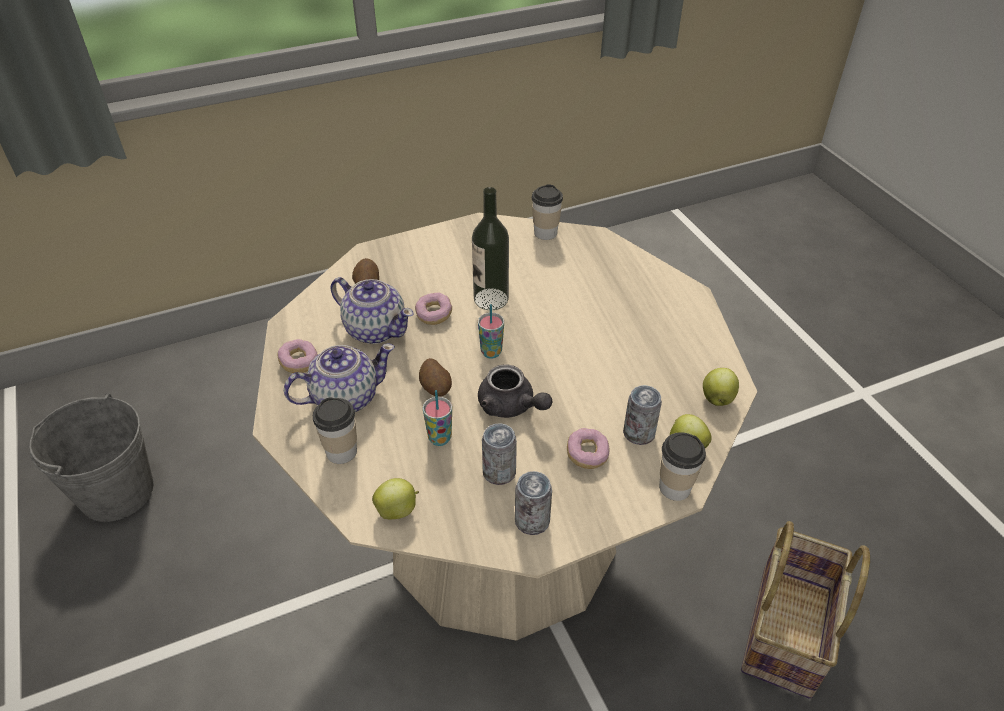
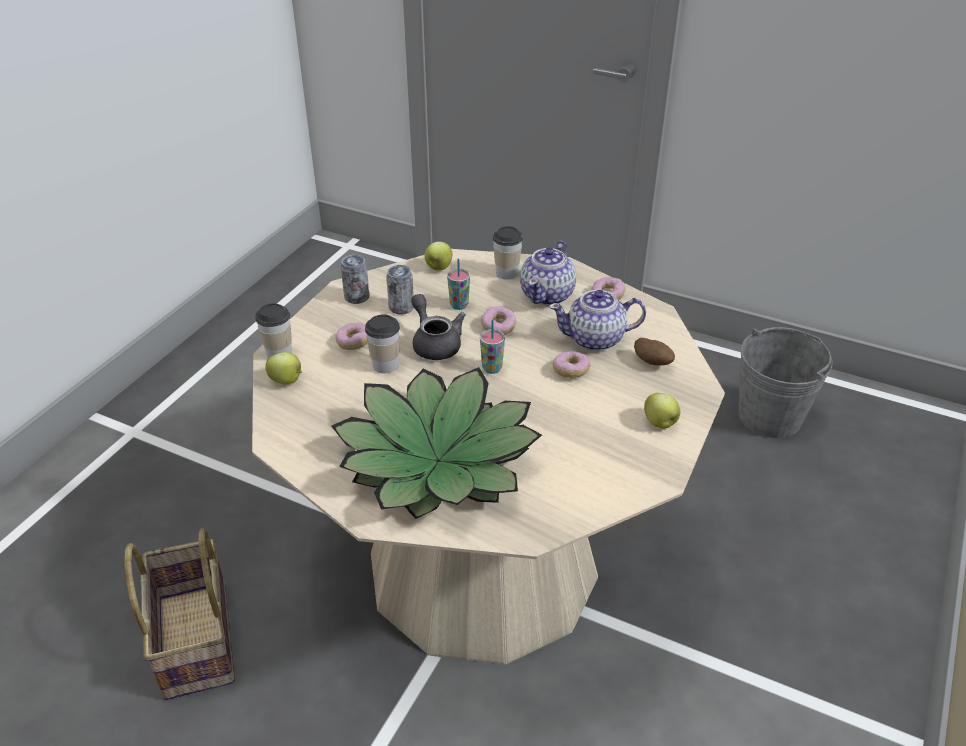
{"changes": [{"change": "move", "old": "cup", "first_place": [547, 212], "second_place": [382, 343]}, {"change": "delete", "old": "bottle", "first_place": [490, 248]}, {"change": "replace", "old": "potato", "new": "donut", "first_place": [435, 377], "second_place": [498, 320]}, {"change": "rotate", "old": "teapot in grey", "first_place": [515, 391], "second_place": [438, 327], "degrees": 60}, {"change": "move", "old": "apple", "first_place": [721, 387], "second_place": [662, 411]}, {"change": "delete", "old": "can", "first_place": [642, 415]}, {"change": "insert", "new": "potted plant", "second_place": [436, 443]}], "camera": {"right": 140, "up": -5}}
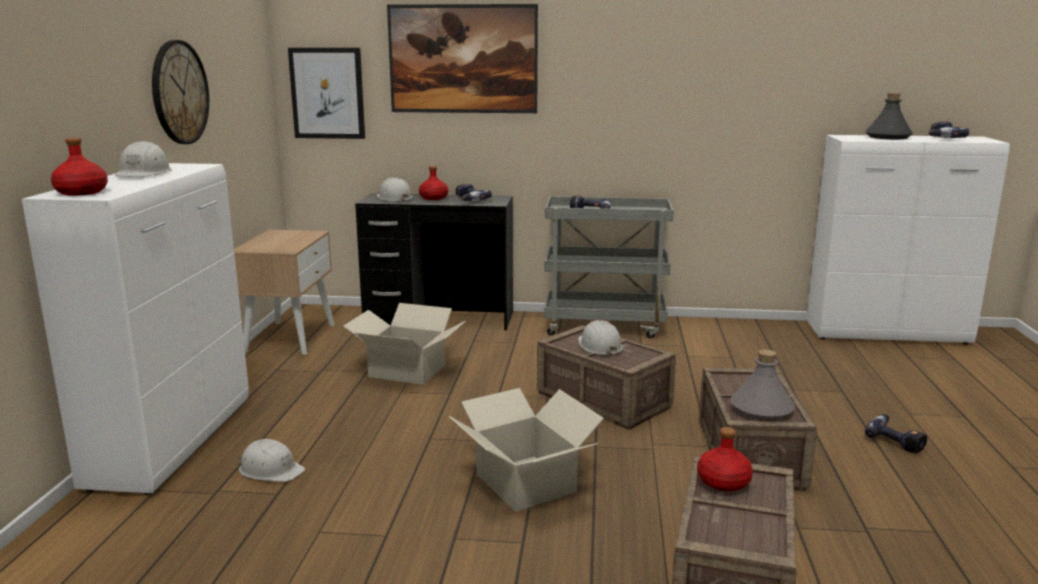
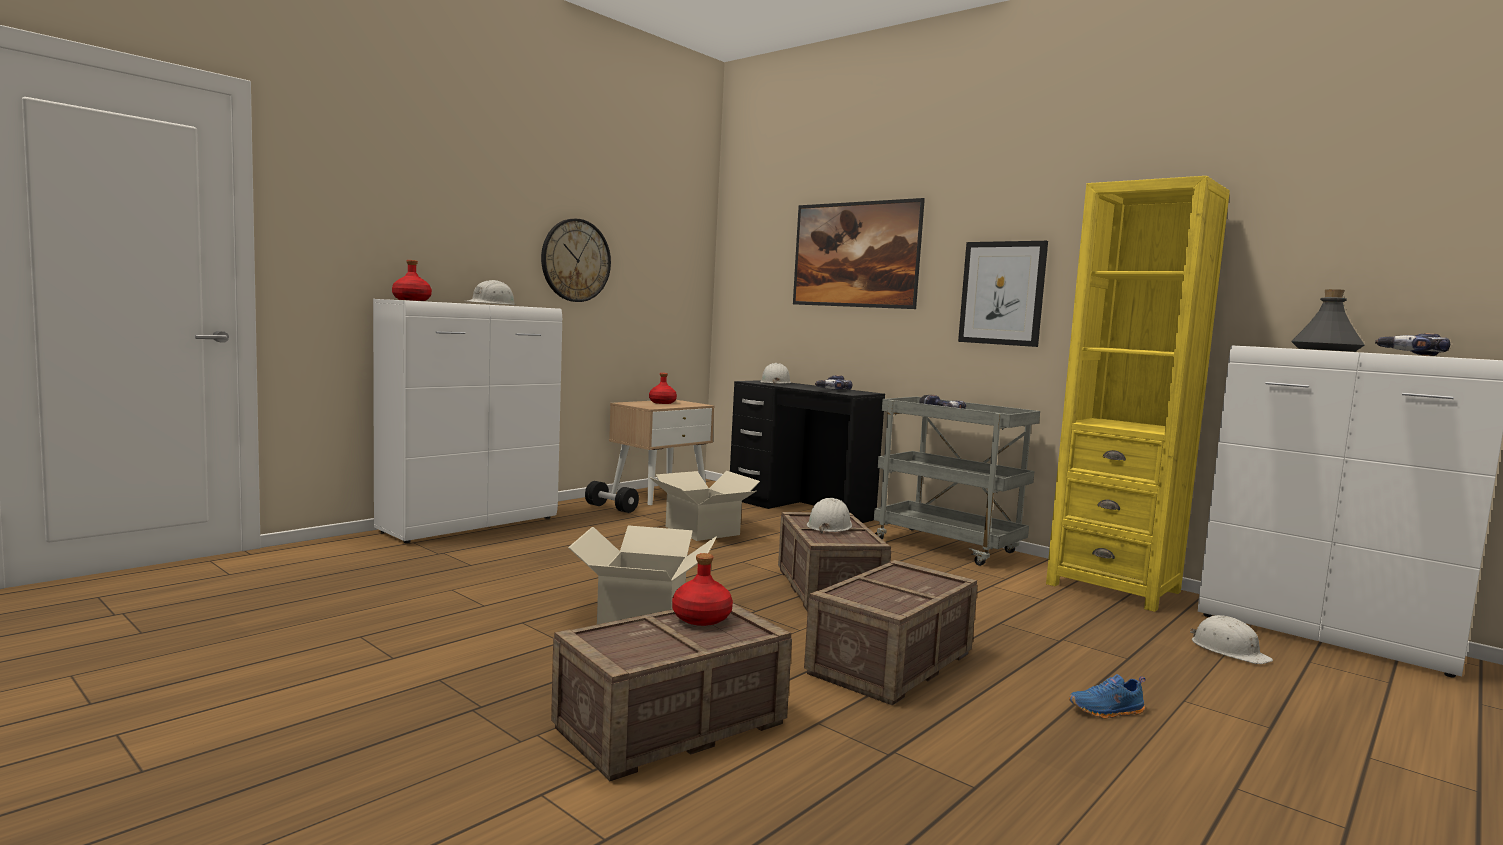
{"changes": [{"change": "move", "old": "picture", "first_place": [326, 93], "second_place": [1003, 294]}, {"change": "move", "old": "bottle in red", "first_place": [433, 183], "second_place": [663, 388]}, {"change": "delete", "old": "bottle in grey", "first_place": [763, 385]}, {"change": "replace", "old": "power drill", "new": "shoe in blue", "first_place": [896, 434], "second_place": [1107, 696]}, {"change": "move", "old": "hard hat in white", "first_place": [272, 460], "second_place": [1231, 639]}, {"change": "insert", "new": "bookcase in yellow", "second_place": [1138, 394]}, {"change": "insert", "new": "dumbbell in black", "second_place": [612, 497]}], "camera": {"right": 35, "up": -10}}
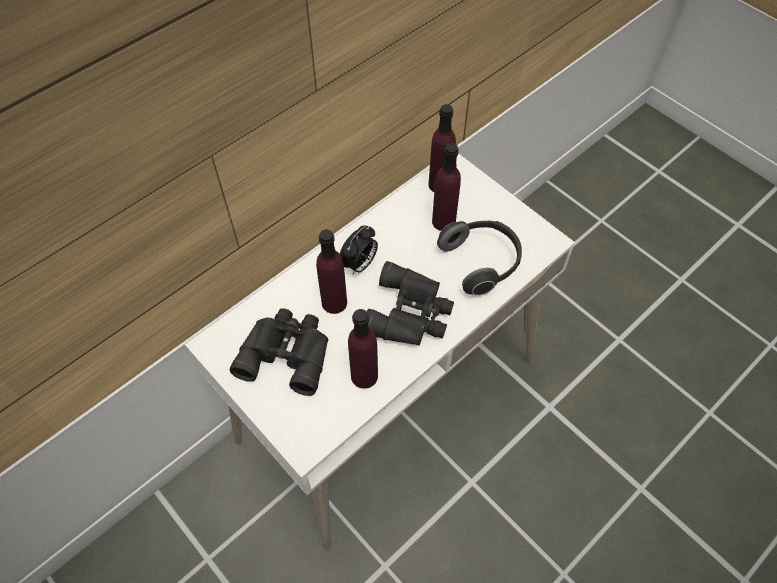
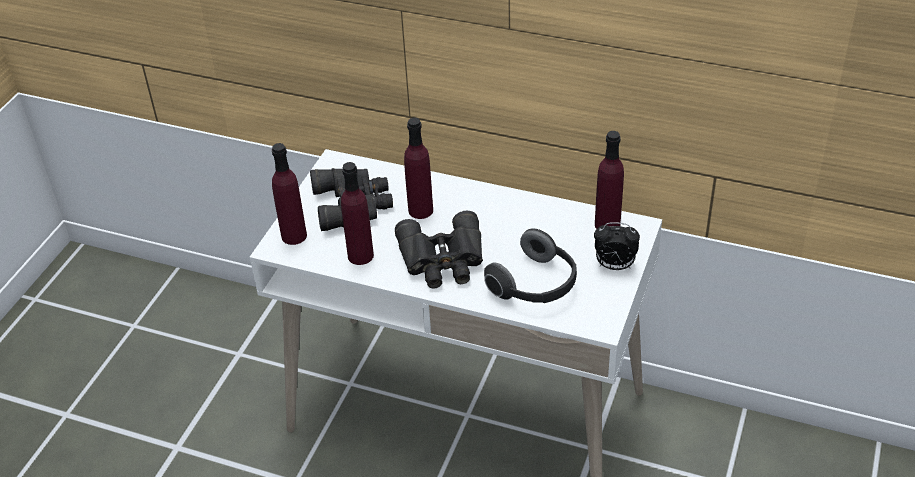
{"changes": [{"change": "move", "old": "bottle in purple", "first_place": [446, 187], "second_place": [289, 194]}, {"change": "move", "old": "alarm clock", "first_place": [359, 249], "second_place": [617, 246]}], "camera": {"right": 65, "up": -15}}
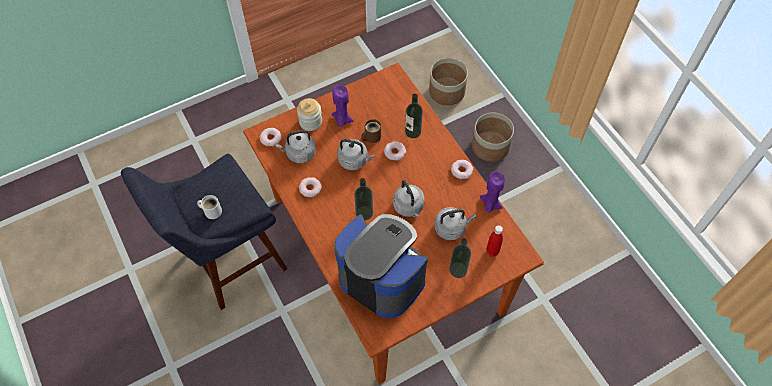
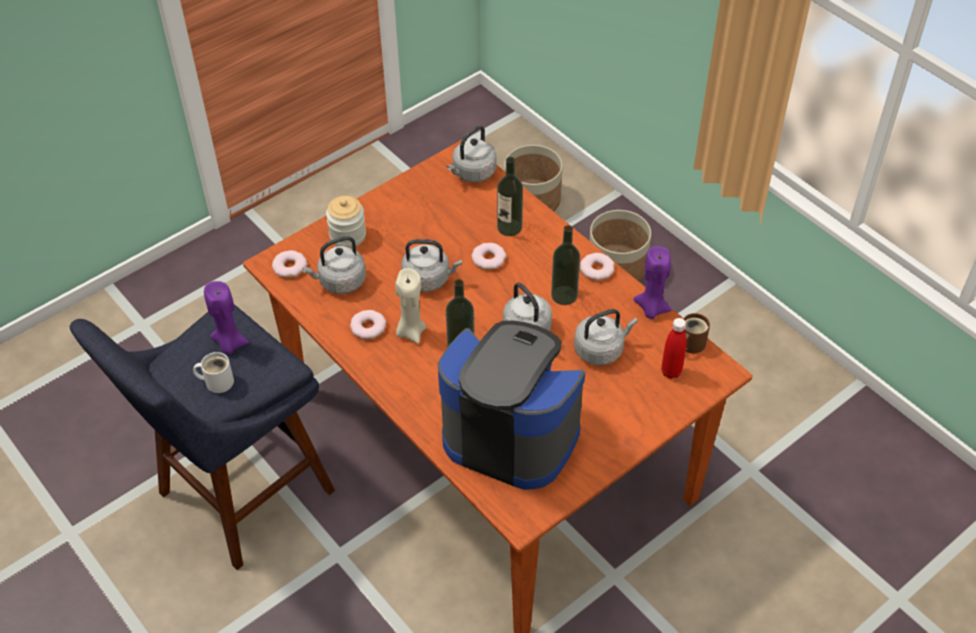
{"changes": [{"change": "move", "old": "candle in purple", "first_place": [343, 106], "second_place": [226, 317]}, {"change": "move", "old": "mug in brown", "first_place": [371, 131], "second_place": [696, 333]}, {"change": "move", "old": "bottle", "first_place": [460, 258], "second_place": [565, 265]}, {"change": "insert", "new": "kettle in grey", "second_place": [472, 153]}, {"change": "insert", "new": "candle in beige", "second_place": [410, 306]}], "camera": {"right": -10, "up": -10}}
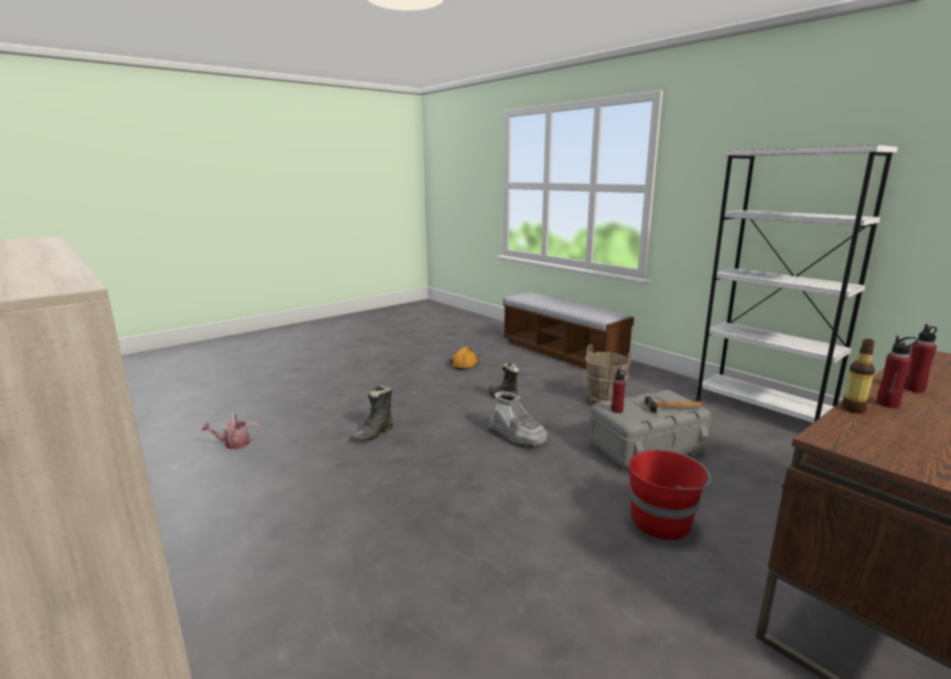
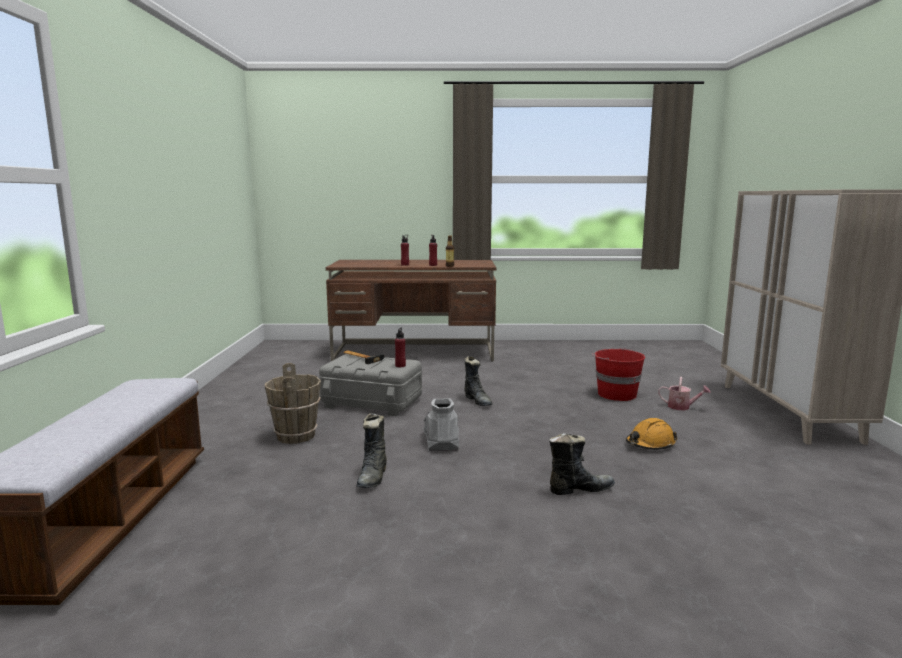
{"changes": [{"change": "delete", "old": "bookcase in white", "first_place": [796, 284]}, {"change": "move", "old": "hard hat in orange", "first_place": [464, 358], "second_place": [651, 434]}, {"change": "move", "old": "watering can", "first_place": [230, 430], "second_place": [684, 393]}, {"change": "move", "old": "bucket in red", "first_place": [670, 494], "second_place": [618, 375]}, {"change": "insert", "new": "boot in black", "second_place": [478, 381]}], "camera": {"right": -140, "up": -5}}
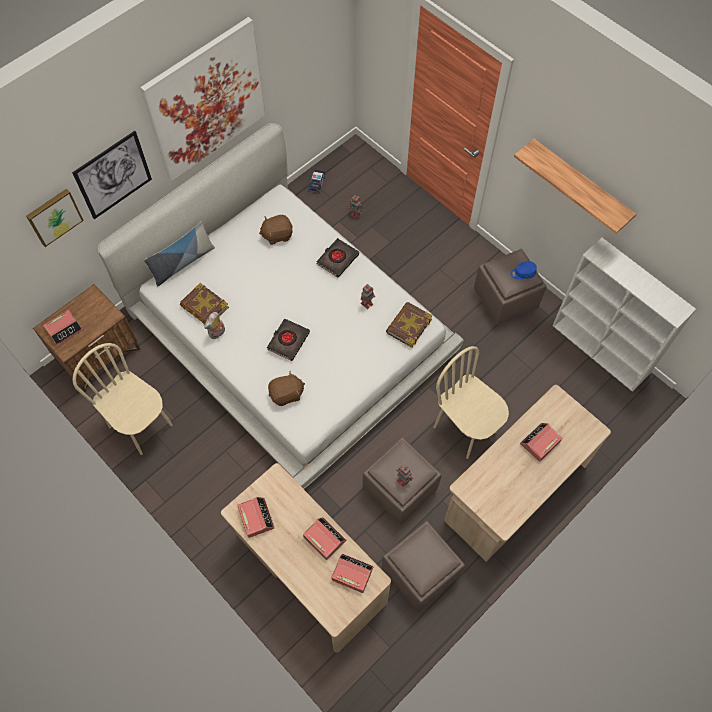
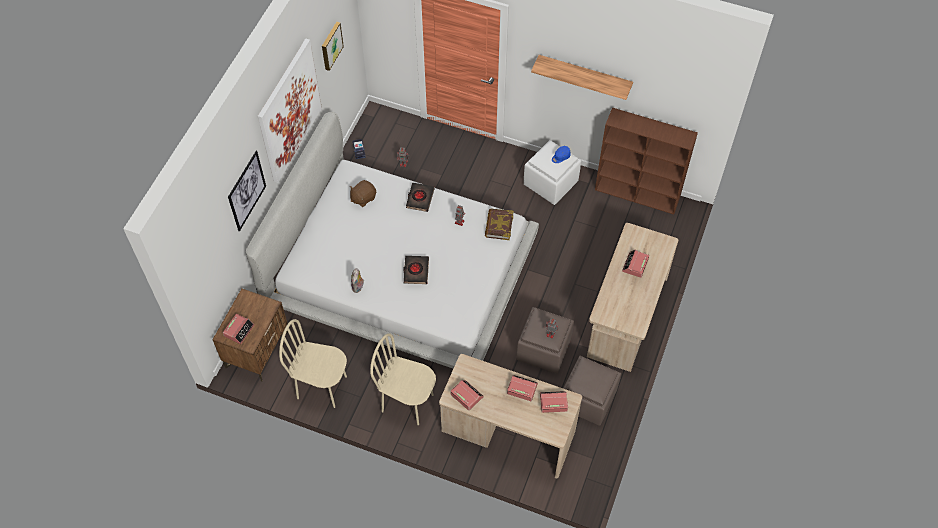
{"changes": [{"change": "move", "old": "picture", "first_place": [55, 218], "second_place": [333, 46]}, {"change": "delete", "old": "pillow", "first_place": [179, 253]}, {"change": "recolor", "old": "bookcase in white", "new": "bookcase in brown", "first_place": [624, 315], "second_place": [646, 161]}, {"change": "recolor", "old": "ottoman in brown", "new": "ottoman in white", "first_place": [510, 287], "second_place": [552, 172]}, {"change": "delete", "old": "book", "first_place": [204, 303]}, {"change": "move", "old": "chair in beige", "first_place": [471, 402], "second_place": [403, 379]}, {"change": "delete", "old": "plush toy in brown", "first_place": [286, 388]}], "camera": {"right": -25, "up": -5}}
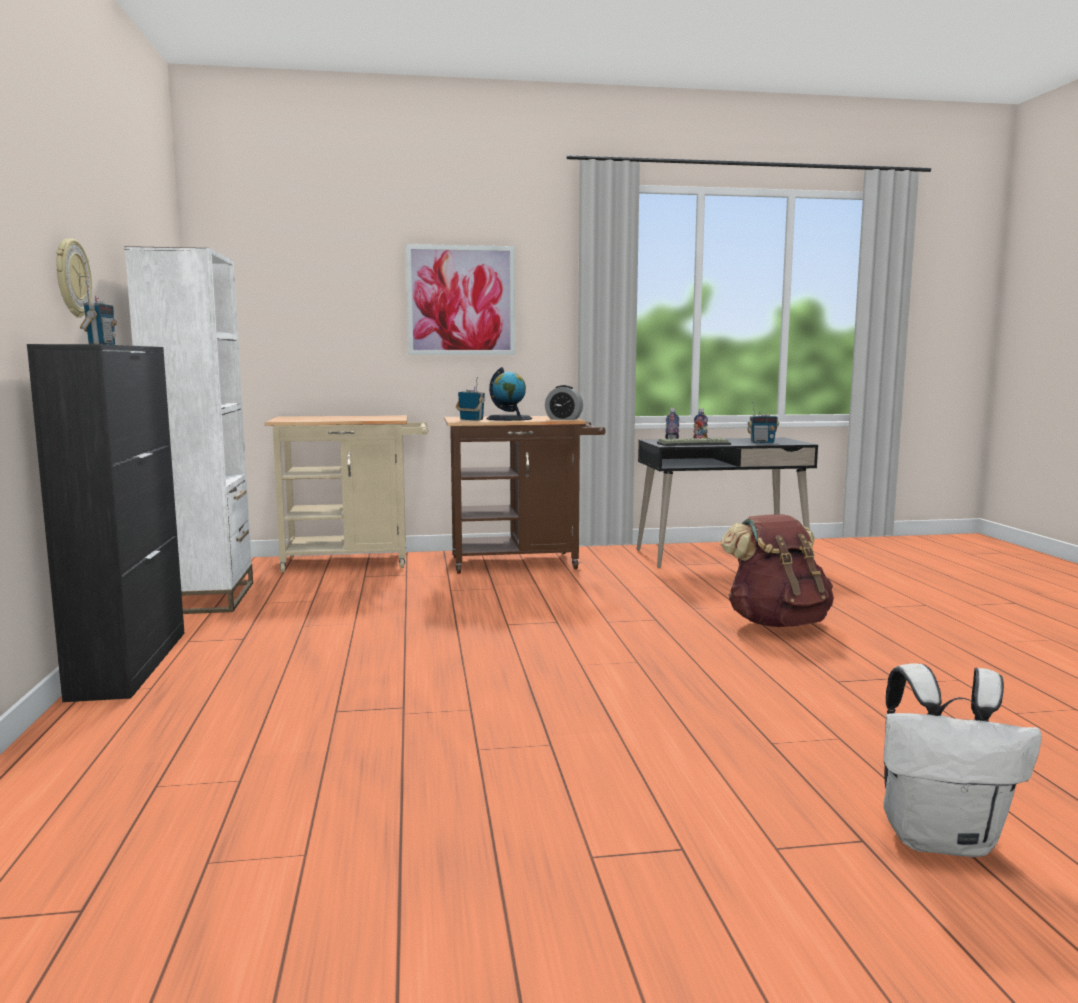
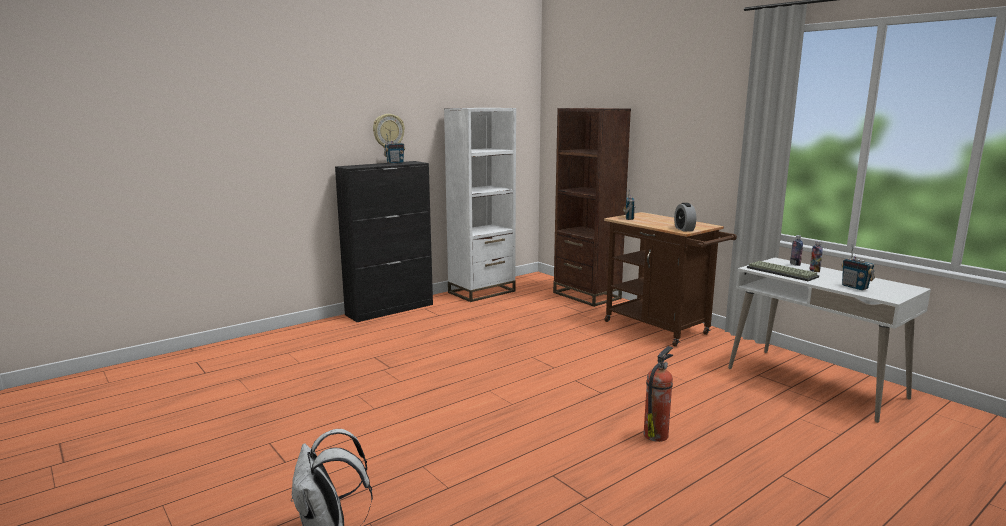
{"changes": [{"change": "delete", "old": "picture", "first_place": [460, 299]}, {"change": "delete", "old": "globe", "first_place": [509, 394]}, {"change": "replace", "old": "cart in beige", "new": "bookcase in brown", "first_place": [347, 494], "second_place": [592, 207]}, {"change": "recolor", "old": "desk in black", "new": "desk in white", "first_place": [727, 503], "second_place": [829, 340]}, {"change": "replace", "old": "backpack in brown", "new": "fire extinguisher", "first_place": [777, 570], "second_place": [658, 394]}], "camera": {"right": 60, "up": 5}}
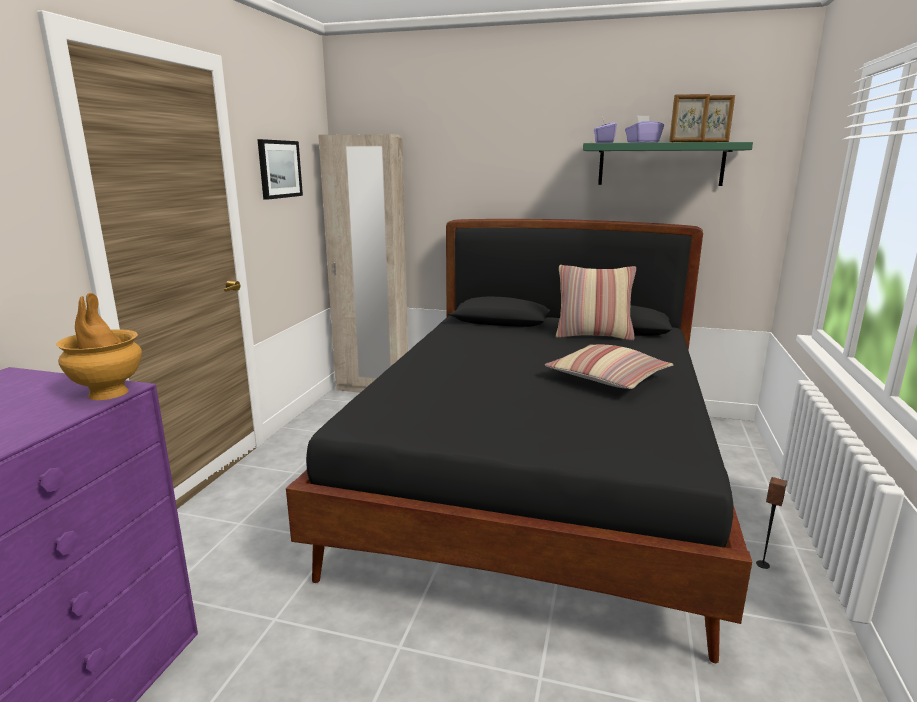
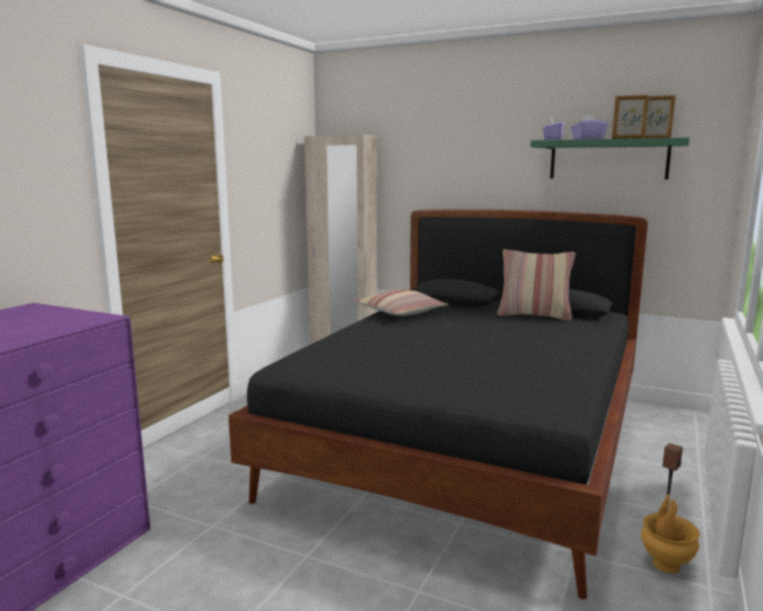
{"changes": [{"change": "delete", "old": "picture", "first_place": [280, 169]}, {"change": "move", "old": "vase in brown", "first_place": [99, 346], "second_place": [670, 533]}, {"change": "move", "old": "pillow", "first_place": [609, 366], "second_place": [401, 303]}], "camera": {"right": 10, "up": -5}}
